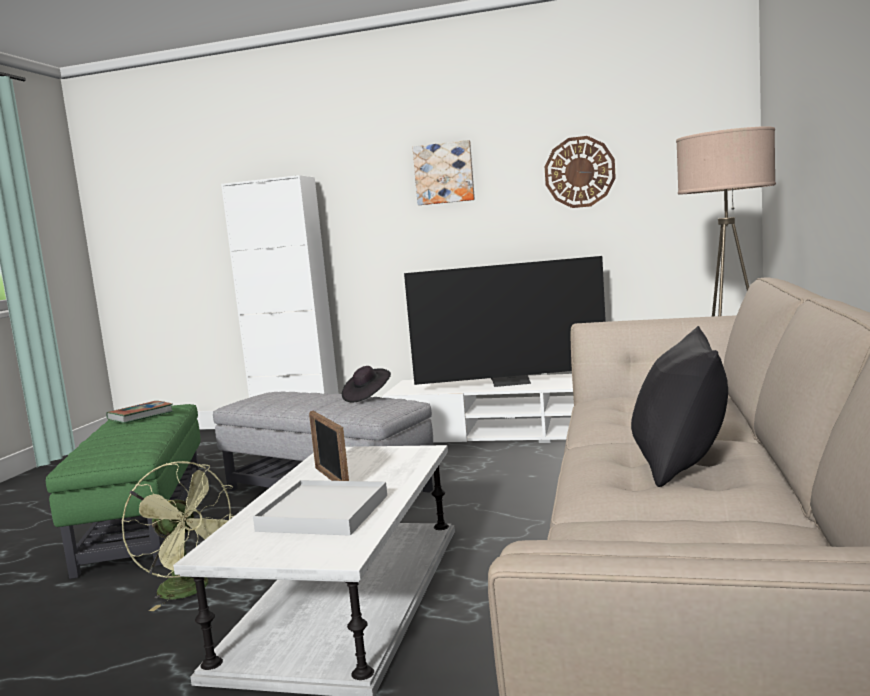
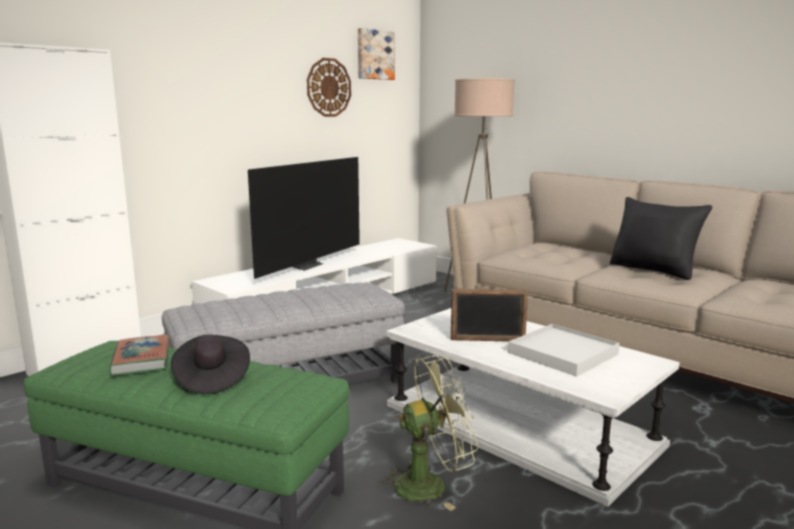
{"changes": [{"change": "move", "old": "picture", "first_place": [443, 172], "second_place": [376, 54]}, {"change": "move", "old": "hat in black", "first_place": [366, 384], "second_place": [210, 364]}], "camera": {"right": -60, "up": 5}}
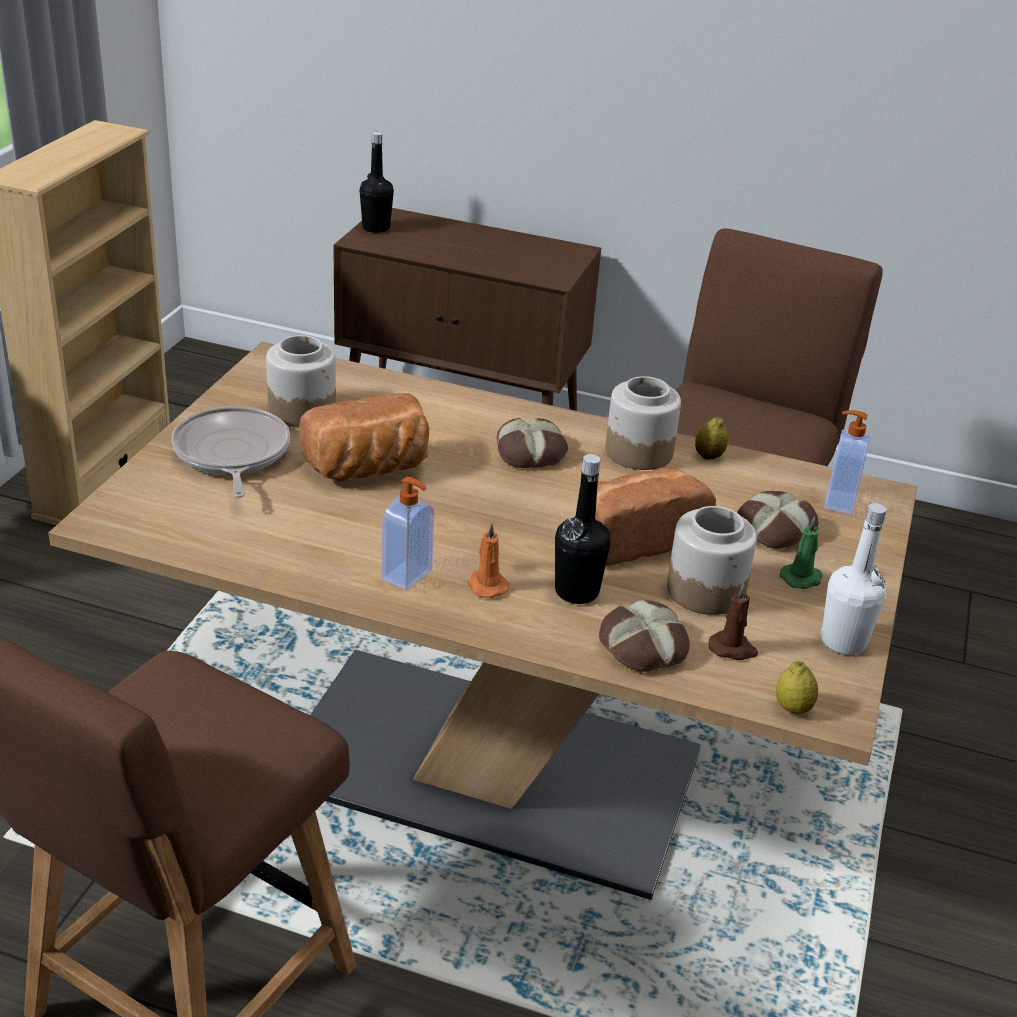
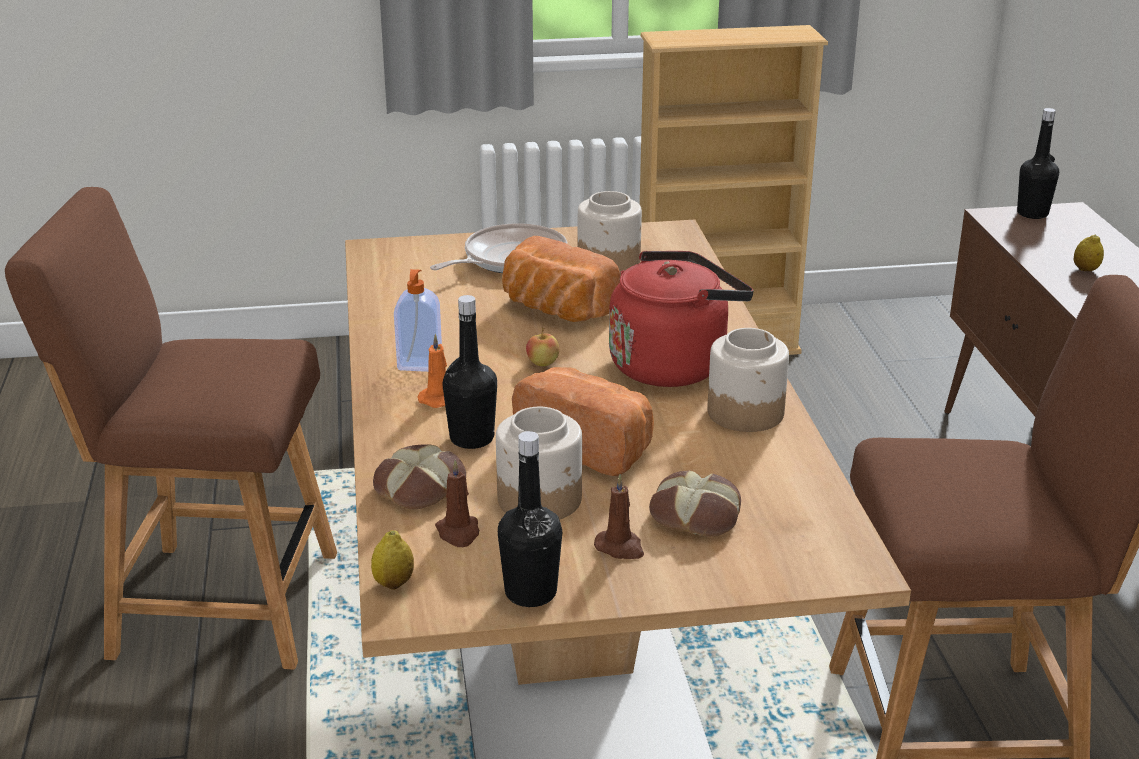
{"changes": [{"change": "delete", "old": "soap dispenser", "first_place": [847, 462]}, {"change": "move", "old": "lemon", "first_place": [711, 438], "second_place": [1088, 253]}, {"change": "replace", "old": "bread", "new": "kettle in red", "first_place": [532, 443], "second_place": [681, 319]}, {"change": "recolor", "old": "bottle in white", "new": "bottle in black", "first_place": [853, 579], "second_place": [530, 519]}, {"change": "recolor", "old": "candle in green", "new": "candle in brown", "first_place": [801, 553], "second_place": [619, 516]}, {"change": "insert", "new": "apple", "second_place": [543, 346]}], "camera": {"right": 65, "up": -5}}
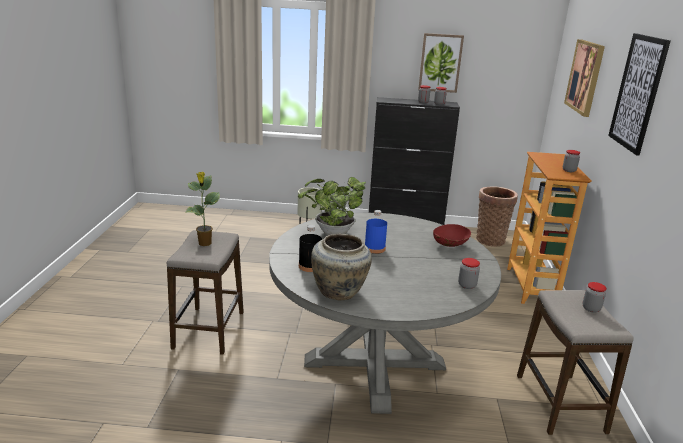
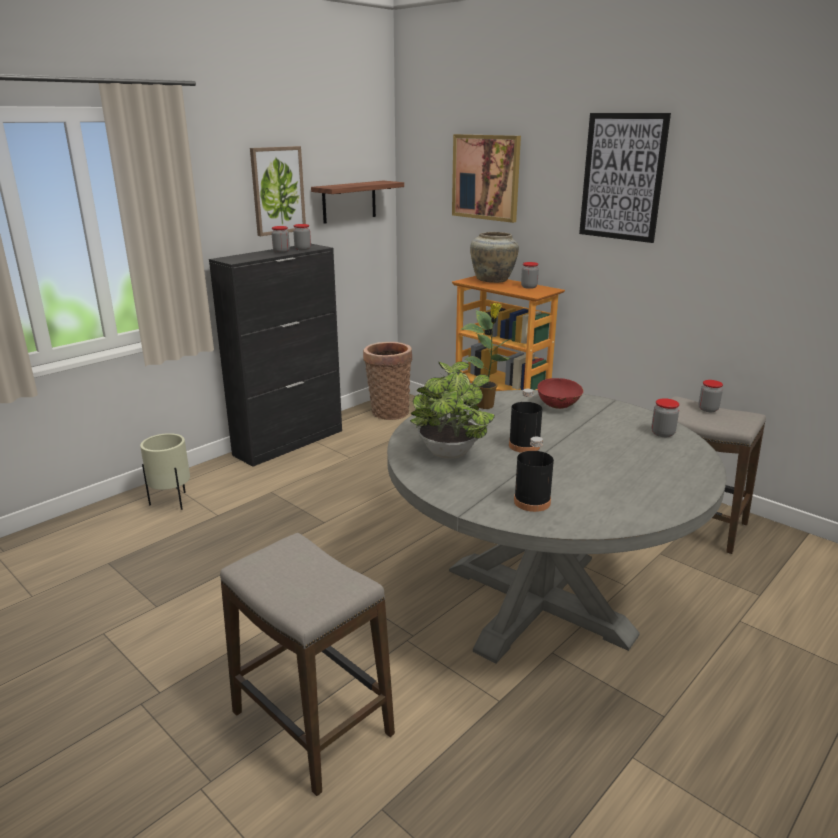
{"changes": [{"change": "move", "old": "potted plant", "first_place": [202, 209], "second_place": [487, 356]}, {"change": "recolor", "old": "bottle in blue", "new": "bottle in black", "first_place": [376, 232], "second_place": [525, 421]}, {"change": "move", "old": "vase in beige", "first_place": [341, 267], "second_place": [494, 257]}, {"change": "insert", "new": "shelf", "second_place": [357, 202]}], "camera": {"right": -50, "up": 0}}
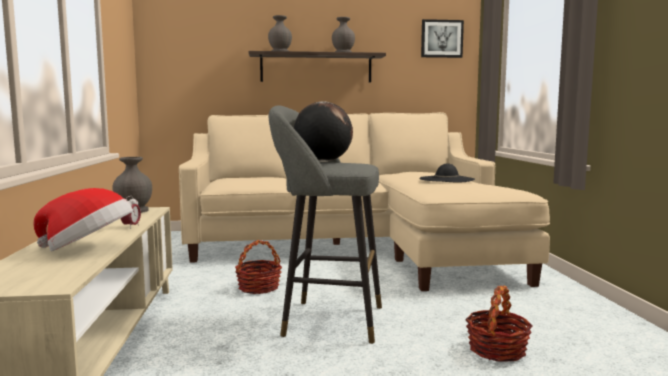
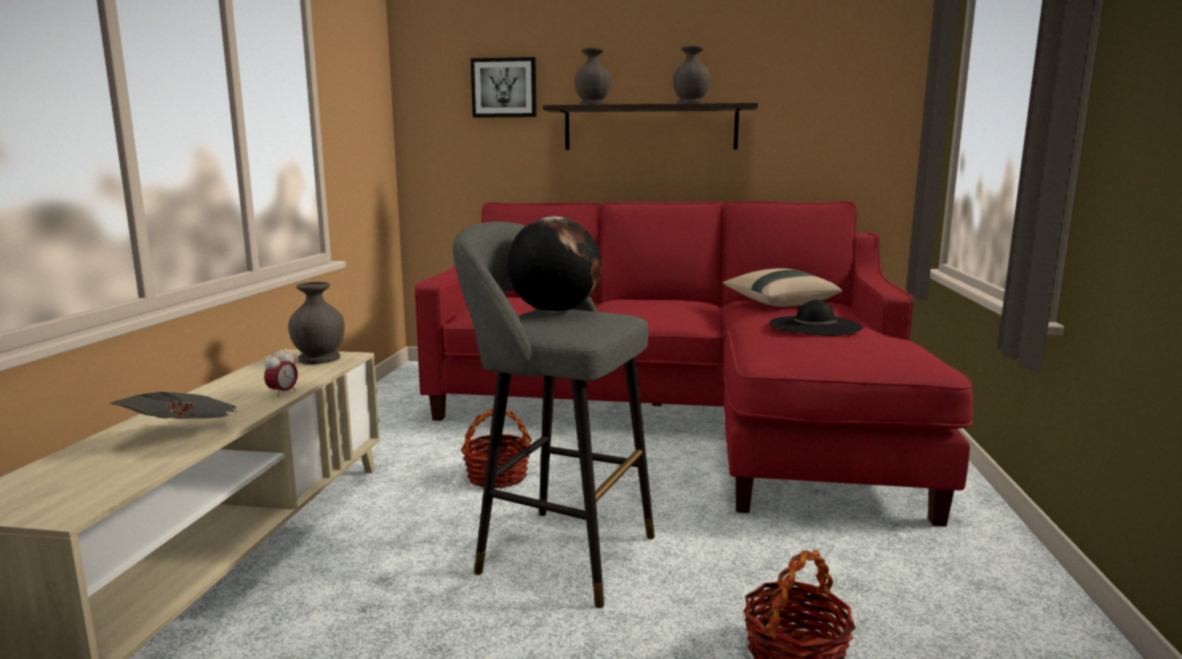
{"changes": [{"change": "move", "old": "picture", "first_place": [442, 38], "second_place": [504, 87]}, {"change": "recolor", "old": "sofa in beige", "new": "sofa in red", "first_place": [364, 201], "second_place": [694, 364]}, {"change": "replace", "old": "hat", "new": "newspaper", "first_place": [83, 219], "second_place": [174, 405]}, {"change": "insert", "new": "pillow in beige", "second_place": [782, 287]}], "camera": {"right": 15, "up": 5}}
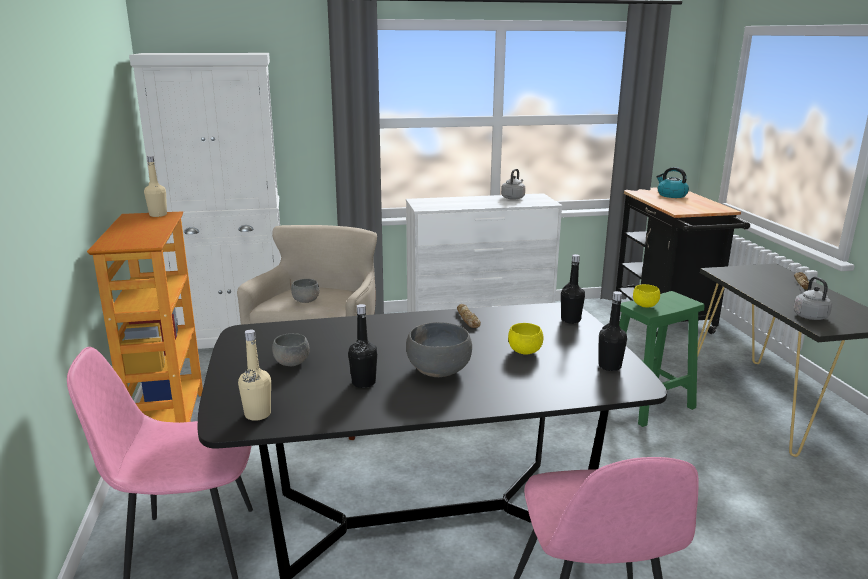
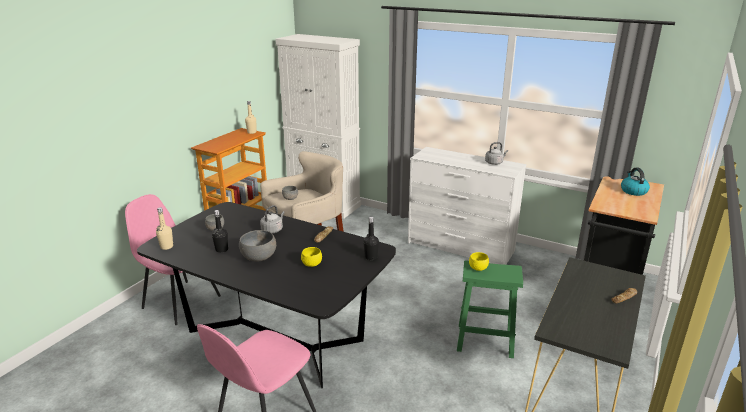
{"changes": [{"change": "move", "old": "kettle in grey", "first_place": [812, 298], "second_place": [272, 219]}, {"change": "delete", "old": "bottle in black", "first_place": [613, 331]}], "camera": {"right": 40, "up": 5}}
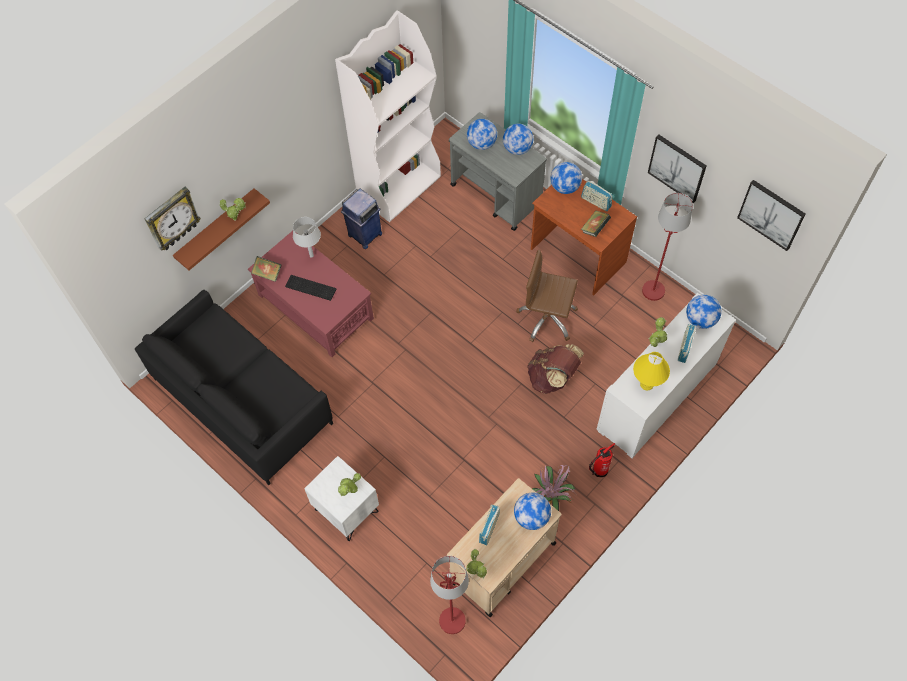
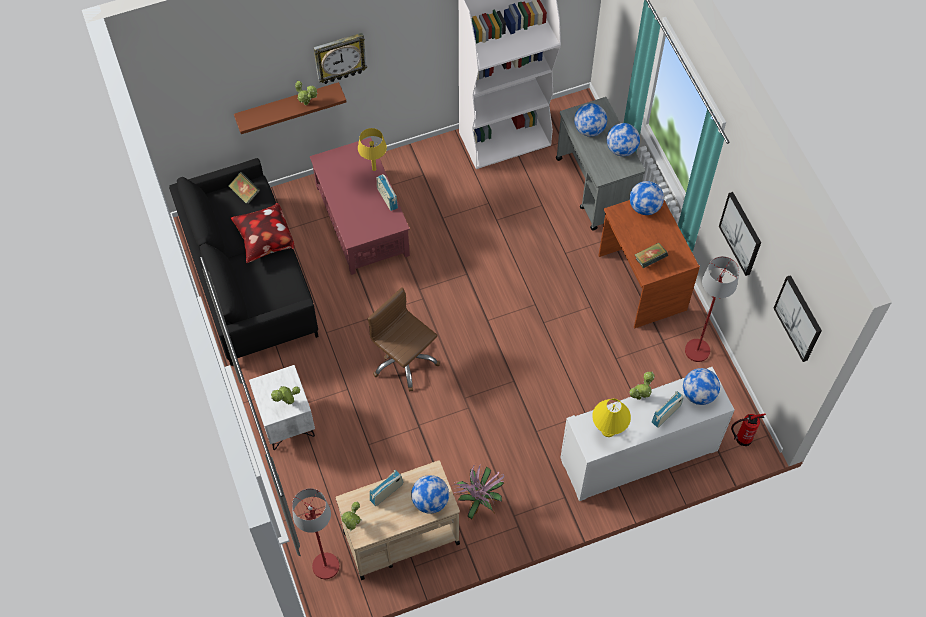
{"changes": [{"change": "move", "old": "radio", "first_place": [596, 196], "second_place": [387, 192]}, {"change": "move", "old": "wall clock", "first_place": [173, 218], "second_place": [340, 58]}, {"change": "delete", "old": "trash can in blue", "first_place": [362, 219]}, {"change": "recolor", "old": "table lamp in grey", "new": "table lamp in yellow", "first_place": [307, 237], "second_place": [372, 149]}, {"change": "move", "old": "office chair in brown", "first_place": [547, 296], "second_place": [403, 339]}, {"change": "move", "old": "book", "first_place": [266, 269], "second_place": [244, 188]}, {"change": "delete", "old": "keyboard", "first_place": [310, 288]}, {"change": "delete", "old": "backpack in brown", "first_place": [555, 369]}, {"change": "move", "old": "fire extinguisher", "first_place": [602, 460], "second_place": [748, 429]}, {"change": "insert", "new": "pillow", "second_place": [263, 233]}], "camera": {"right": 25, "up": 0}}
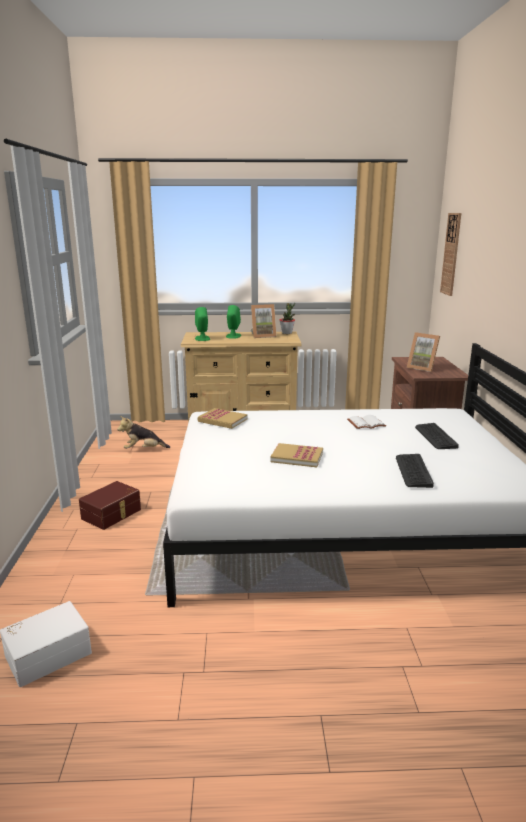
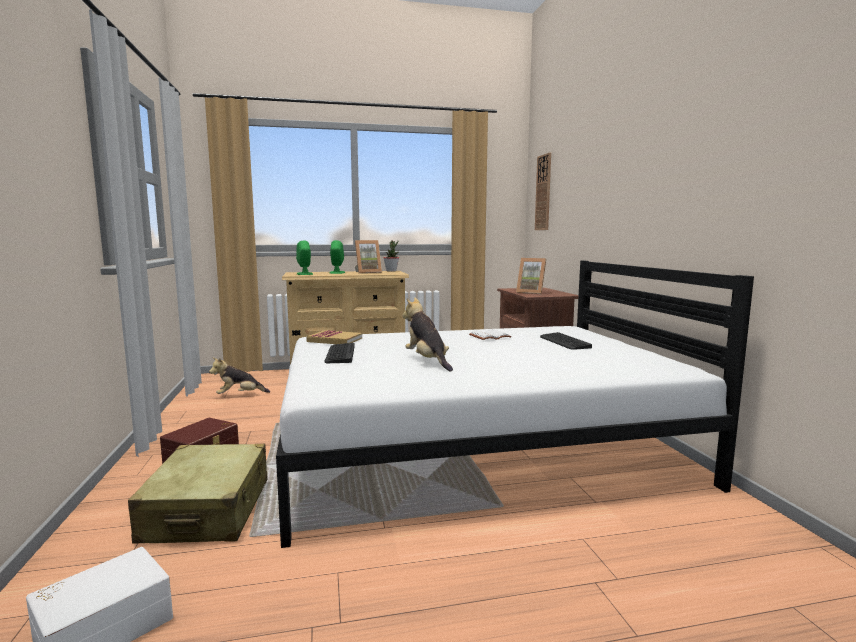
{"changes": [{"change": "replace", "old": "book", "new": "plush toy", "first_place": [296, 455], "second_place": [427, 334]}, {"change": "move", "old": "keyboard", "first_place": [415, 471], "second_place": [339, 353]}, {"change": "insert", "new": "suitcase in beige", "second_place": [197, 494]}], "camera": {"right": -10, "up": -10}}
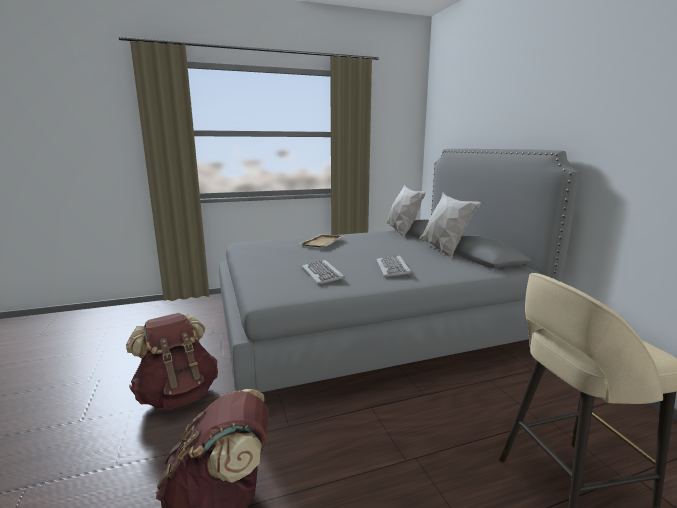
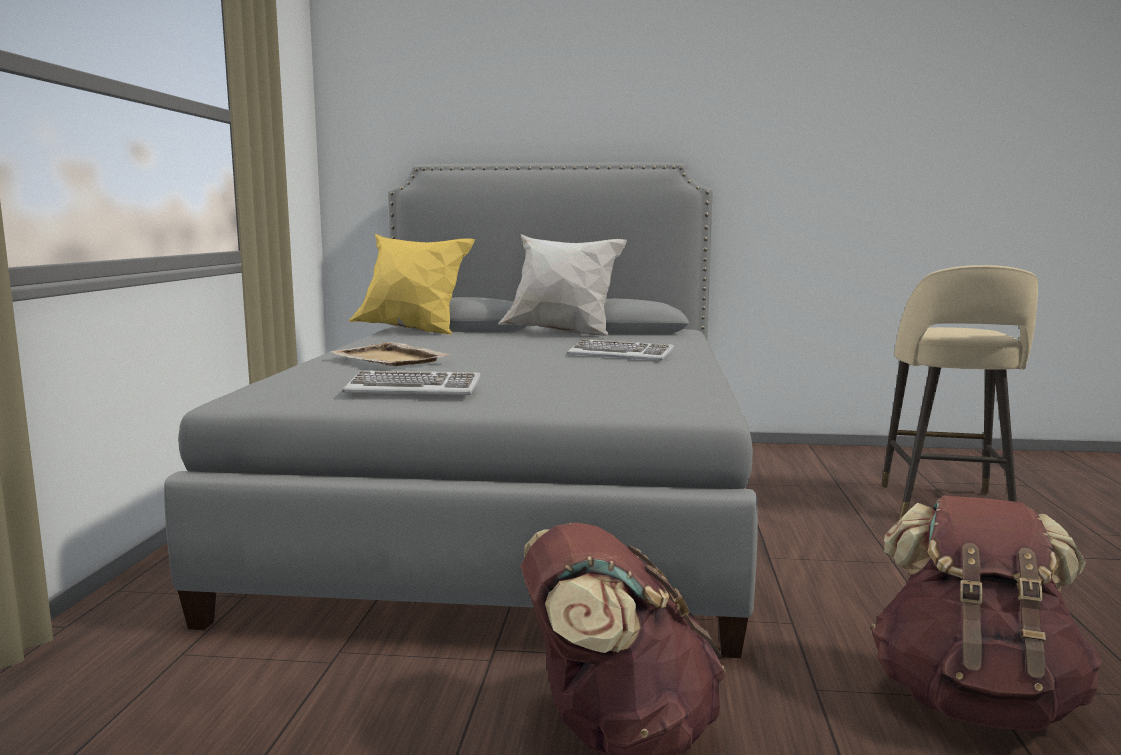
{"changes": [{"change": "recolor", "old": "pillow in white", "new": "pillow in yellow", "first_place": [406, 211], "second_place": [412, 284]}, {"change": "move", "old": "keyboard", "first_place": [323, 272], "second_place": [411, 382]}], "camera": {"right": -65, "up": -5}}
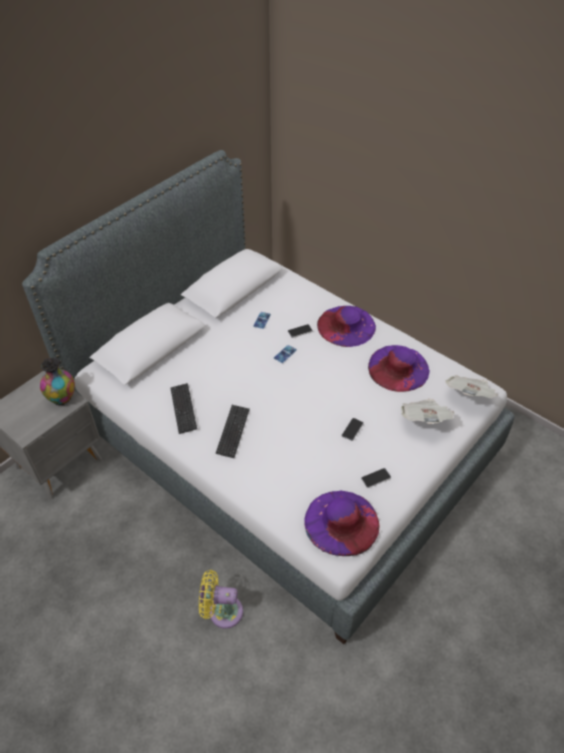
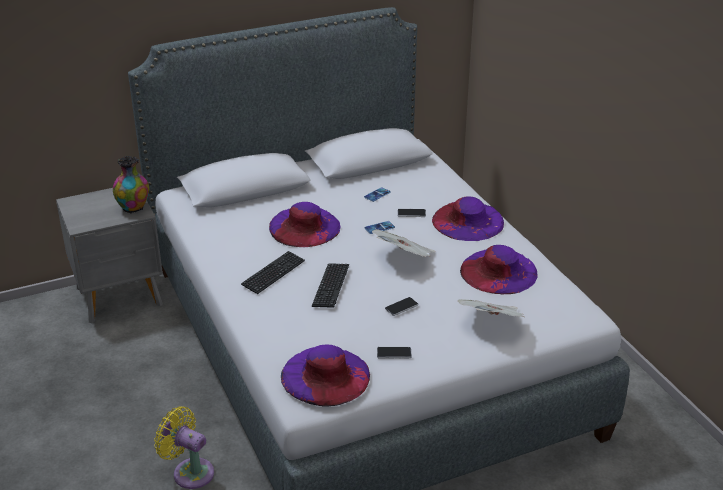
{"changes": [{"change": "move", "old": "newspaper", "first_place": [471, 386], "second_place": [404, 243]}, {"change": "move", "old": "keyboard", "first_place": [183, 408], "second_place": [330, 285]}, {"change": "insert", "new": "hat in purple", "second_place": [305, 224]}], "camera": {"right": 25, "up": -15}}
